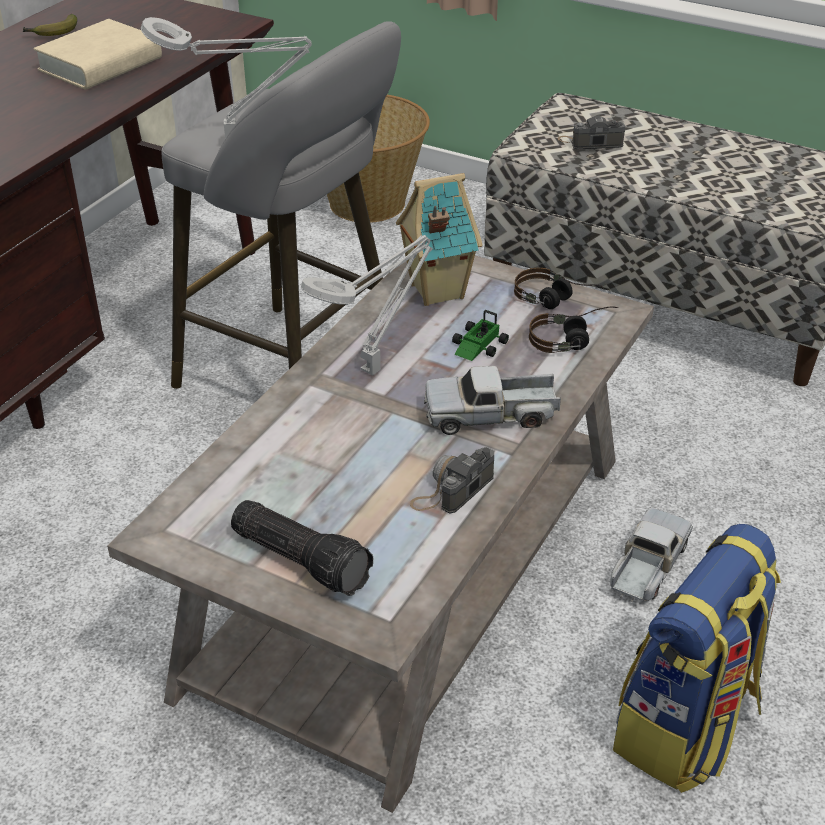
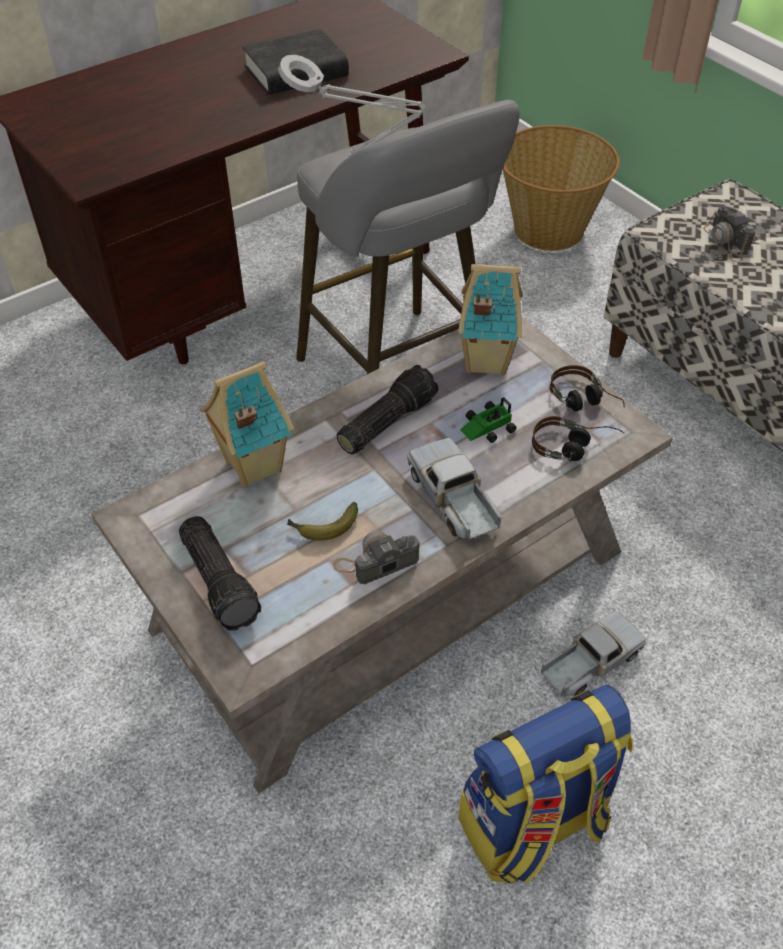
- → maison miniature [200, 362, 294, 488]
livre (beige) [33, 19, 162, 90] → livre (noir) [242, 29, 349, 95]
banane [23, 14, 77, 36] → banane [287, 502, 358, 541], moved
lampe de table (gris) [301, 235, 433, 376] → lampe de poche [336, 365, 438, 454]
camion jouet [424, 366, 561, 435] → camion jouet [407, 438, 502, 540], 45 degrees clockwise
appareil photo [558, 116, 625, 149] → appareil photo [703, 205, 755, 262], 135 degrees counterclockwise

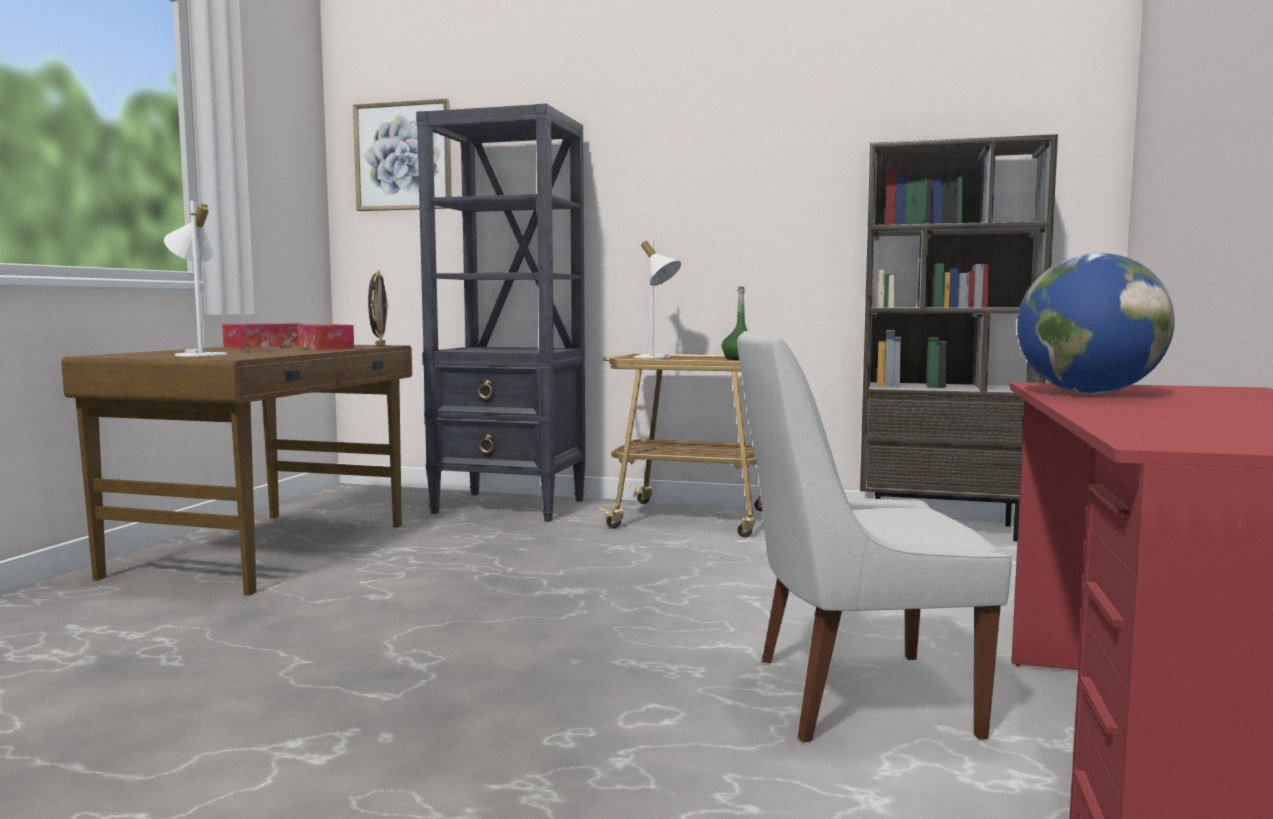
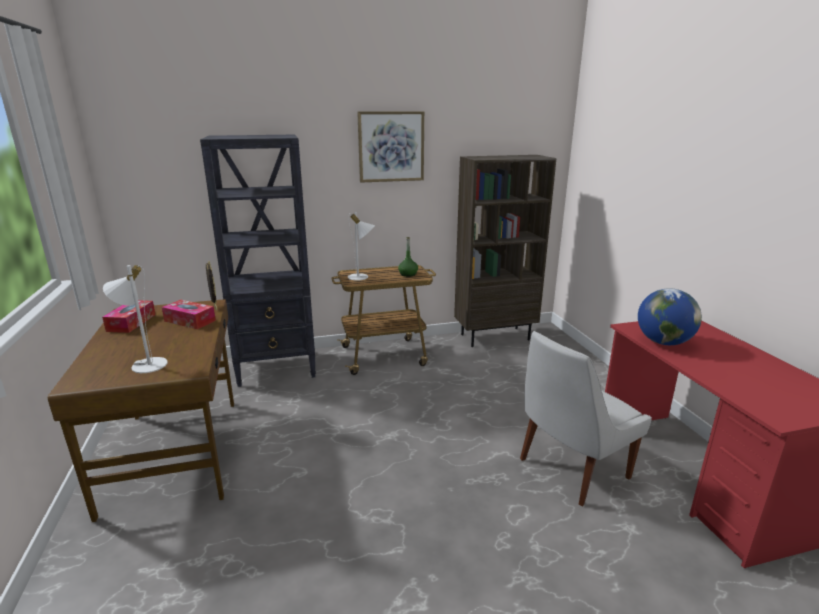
tableau [353, 99, 452, 211] → tableau [357, 111, 424, 183], moved

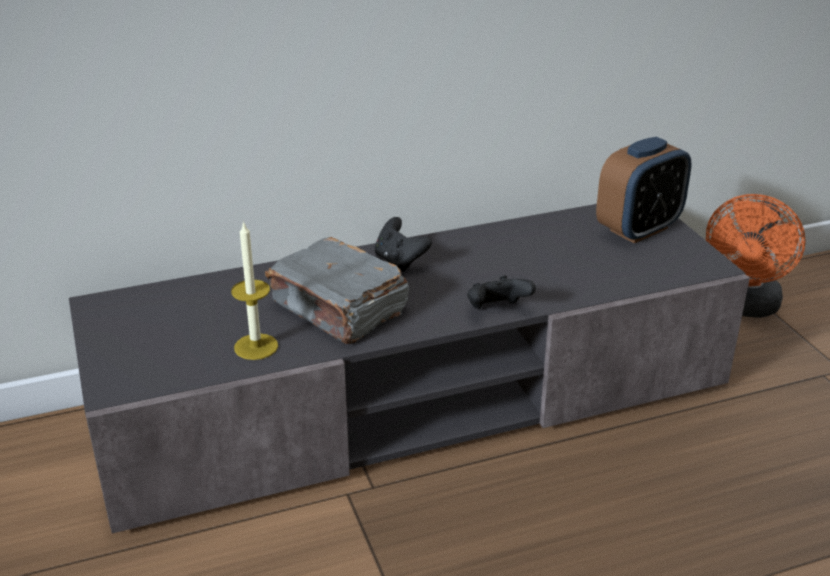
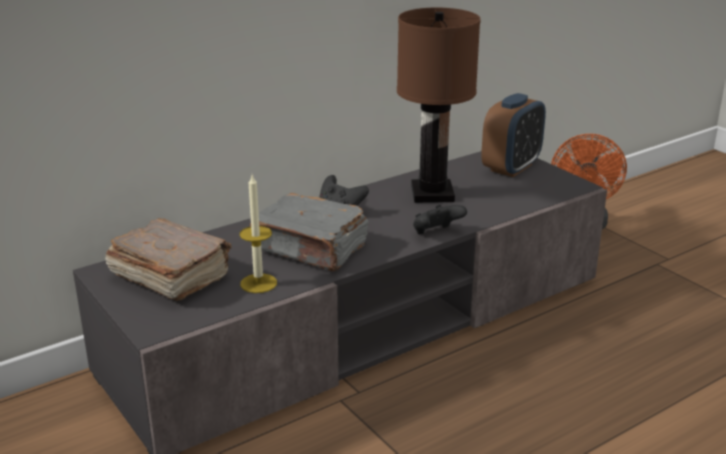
- → livre (marron) [105, 218, 232, 301]
- → lampe de table (marron) [397, 8, 481, 203]

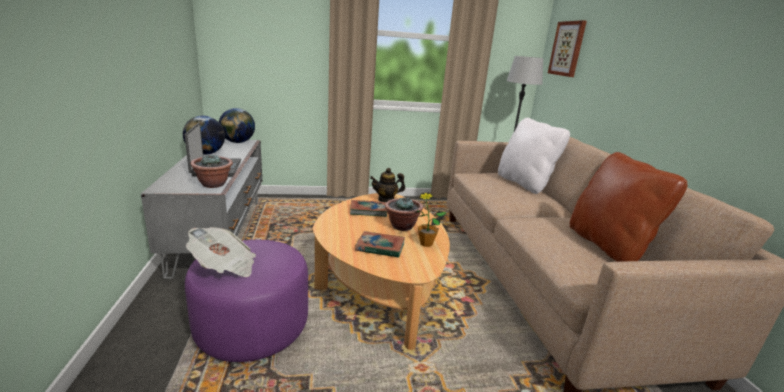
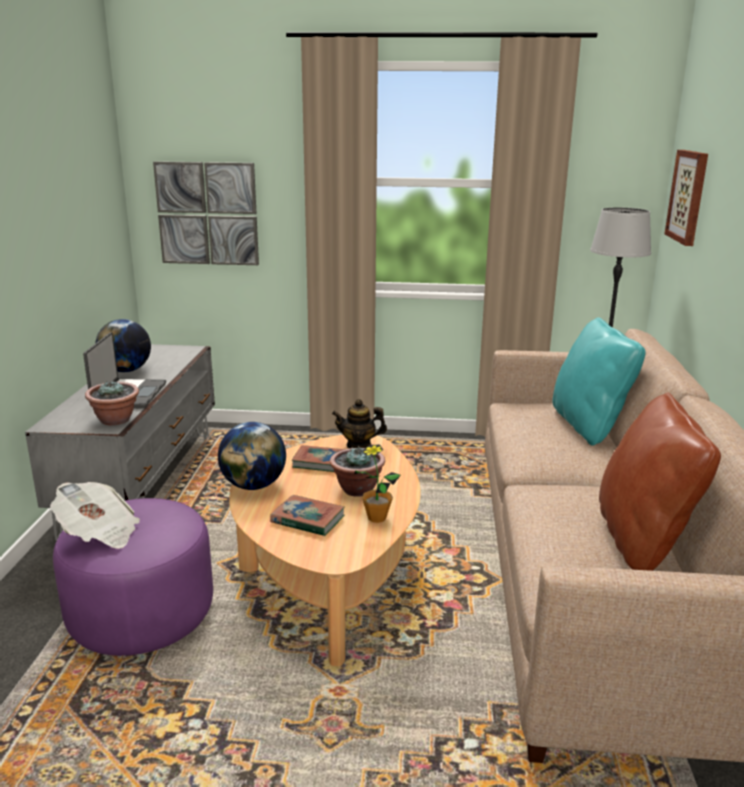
- → tableau [153, 161, 259, 265]
globe [219, 108, 255, 143] → globe [218, 422, 286, 490], moved
coussin (blanc) [498, 118, 570, 194] → coussin (turquoise) [552, 317, 646, 446]

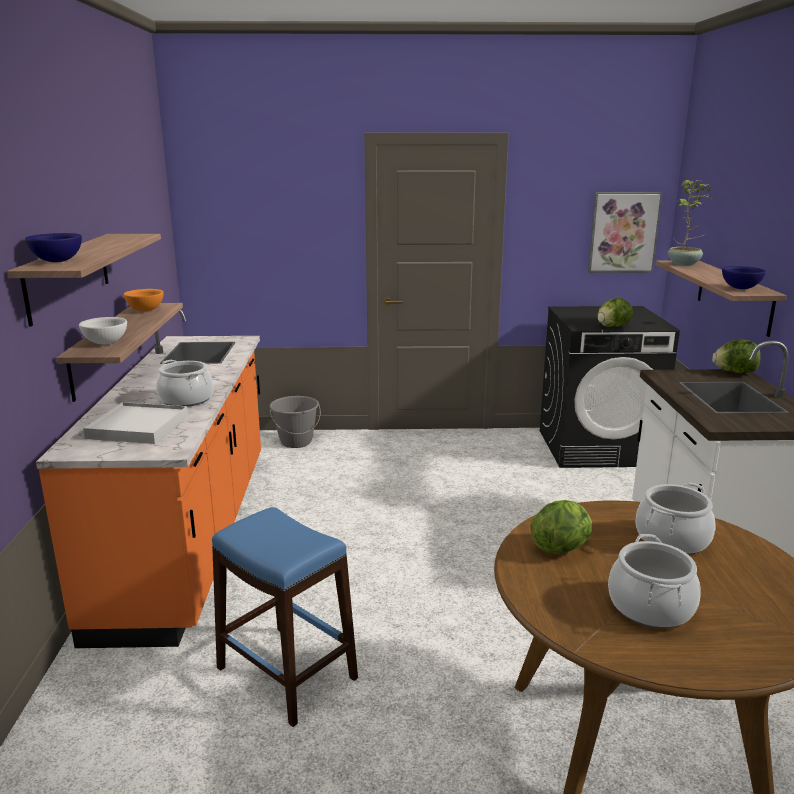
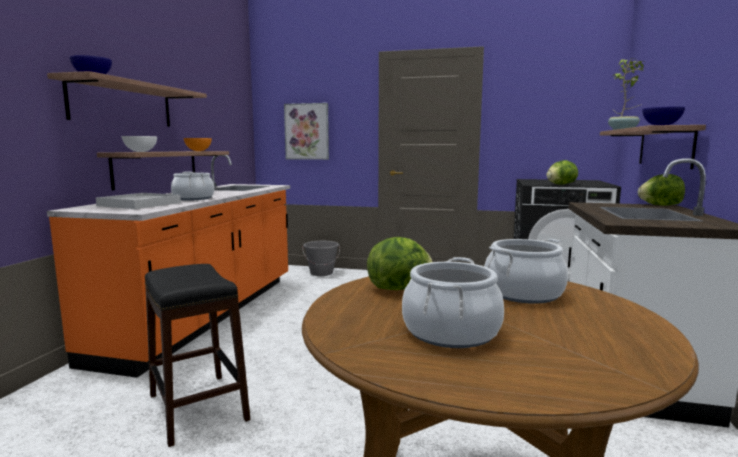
tabouret (bleu) [212, 507, 358, 727] → tabouret (noir) [145, 264, 251, 447]
tableau [588, 192, 662, 273] → tableau [284, 103, 329, 160], moved

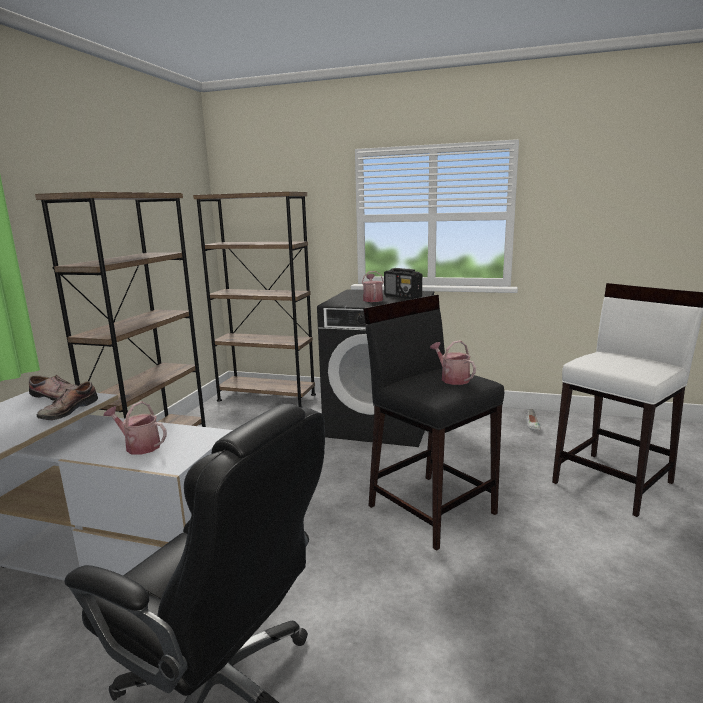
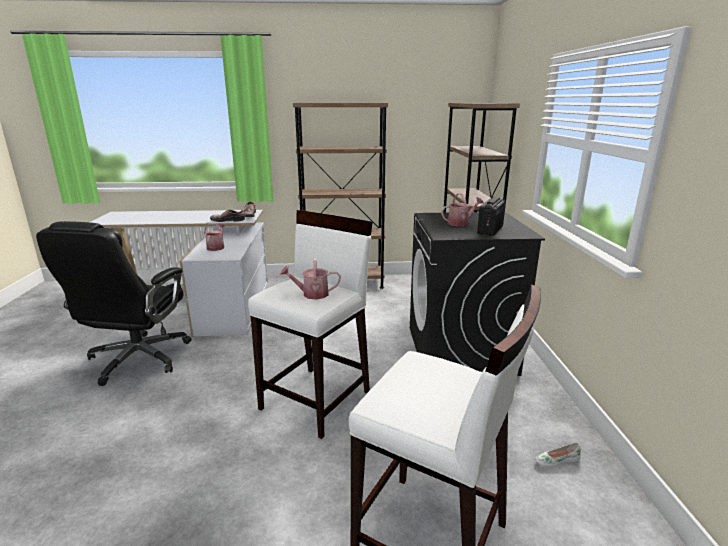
tabouret (noir) [363, 295, 504, 551] → tabouret (blanc) [248, 210, 373, 439]
arrosoir [430, 340, 476, 385] → arrosoir [280, 258, 341, 299], 135 degrees counterclockwise

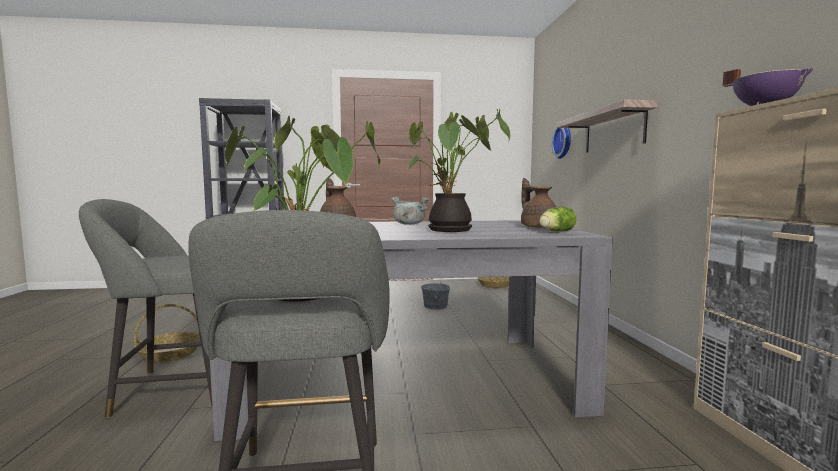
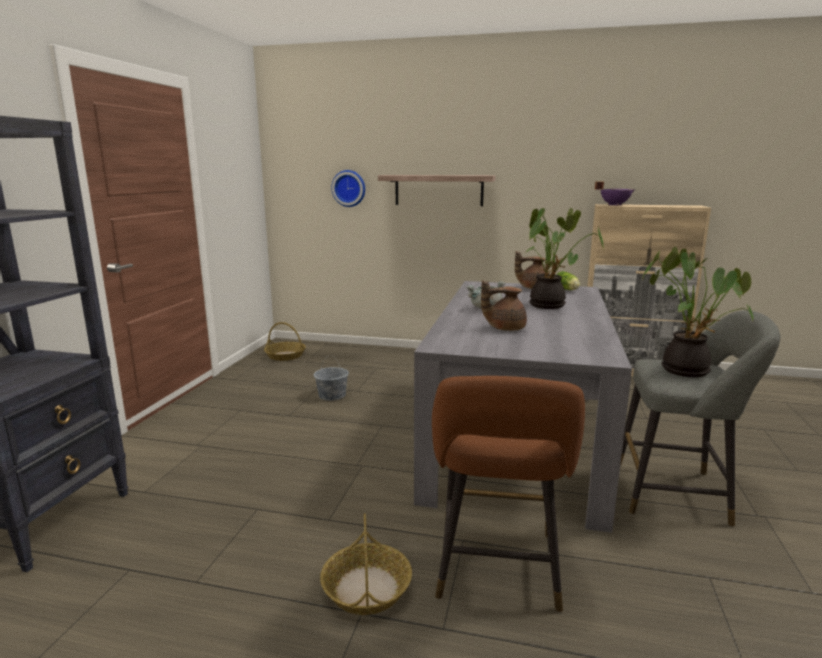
tabouret (gris) [79, 199, 212, 418] → tabouret (marron) [432, 376, 585, 613]

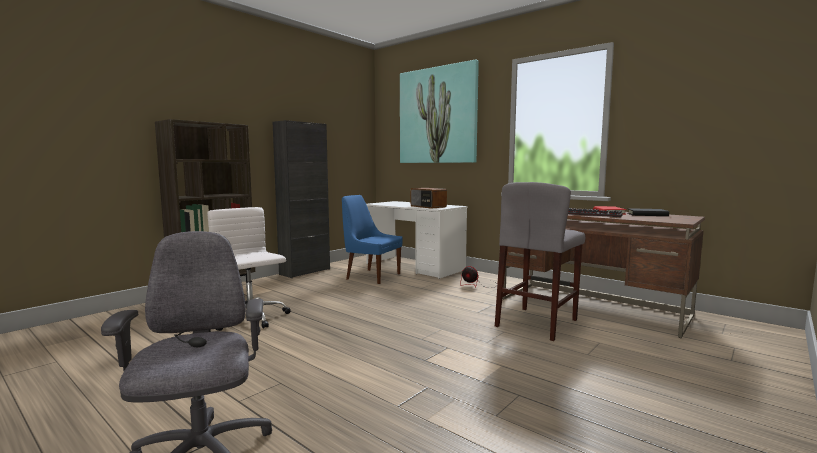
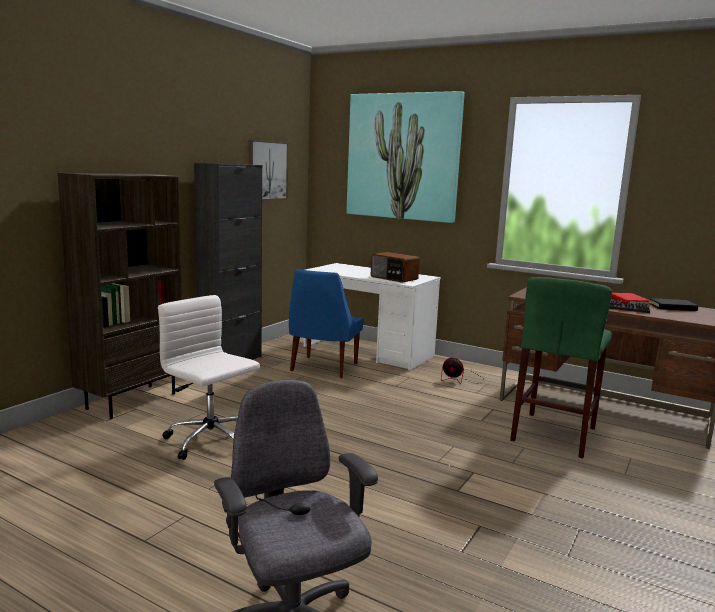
- → tableau [249, 140, 289, 200]
chaise (bleu) [342, 195, 403, 284] → chaise (bleu) [289, 269, 364, 378], 90 degrees counterclockwise
tabouret (gris) [495, 182, 585, 341] → tabouret (vert) [510, 277, 612, 458]

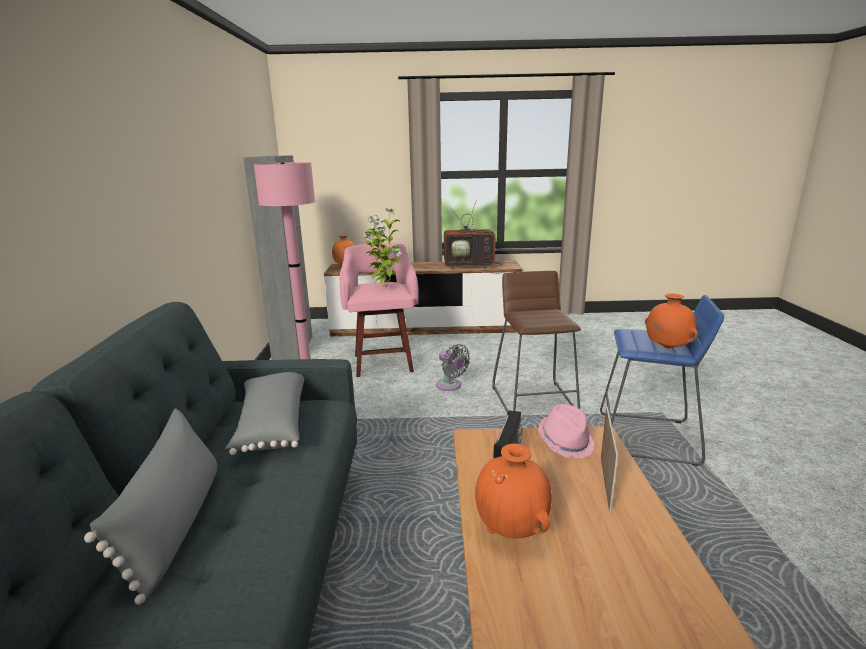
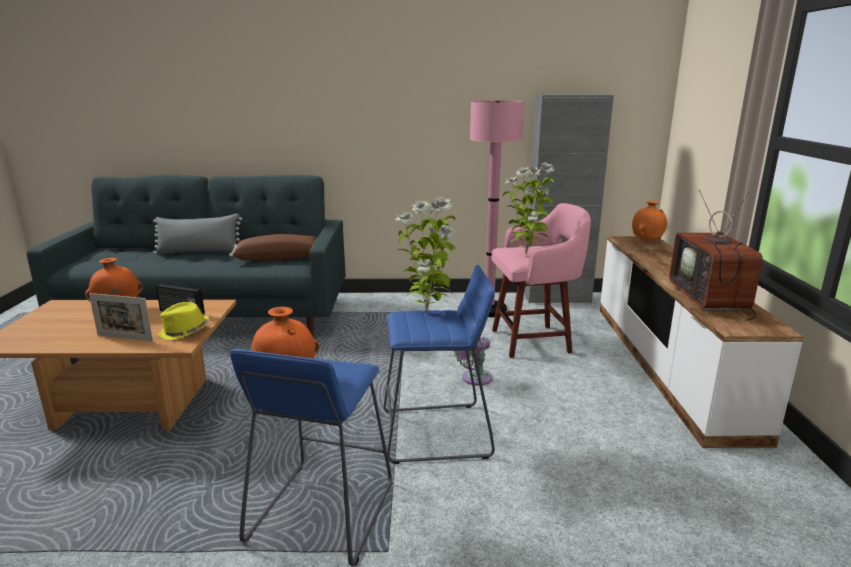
chapeau (rose) [539, 404, 595, 458] → chapeau (jaune) [158, 302, 209, 340]
coussin (gris) [225, 372, 305, 455] → coussin (marron) [229, 234, 318, 261]
tabouret (marron) [492, 271, 581, 413] → tabouret (bleu) [384, 265, 495, 464]
- → plante en pot [395, 197, 456, 312]

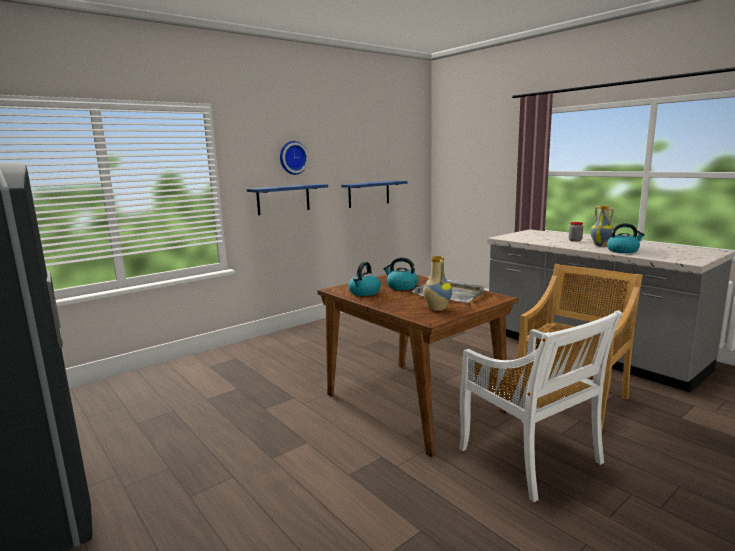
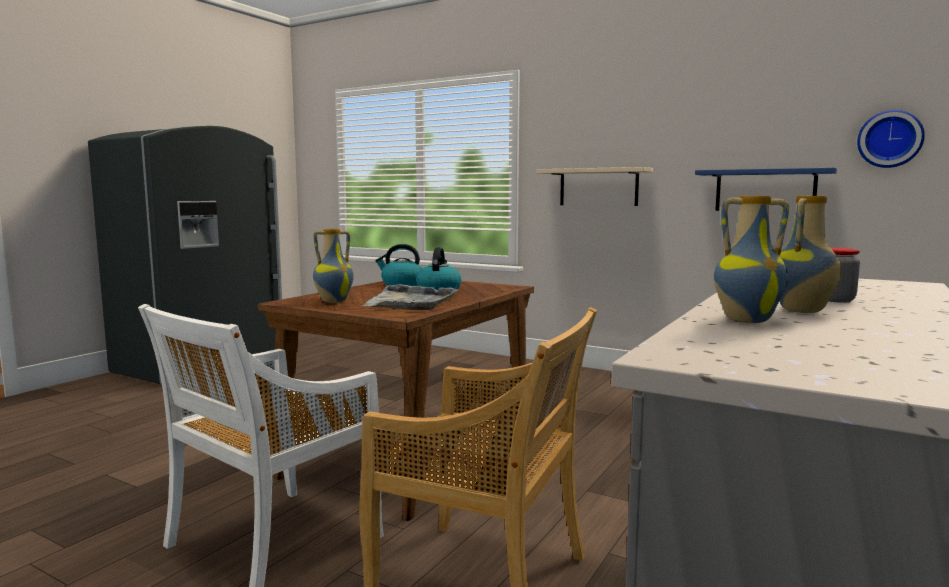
étagère (bleu) [247, 184, 328, 215] → étagère (beige) [537, 167, 653, 206]
bouilloire [607, 223, 645, 253] → vase [714, 196, 789, 323]
horloge murale [280, 141, 309, 175] → horloge murale [857, 110, 925, 168], moved

